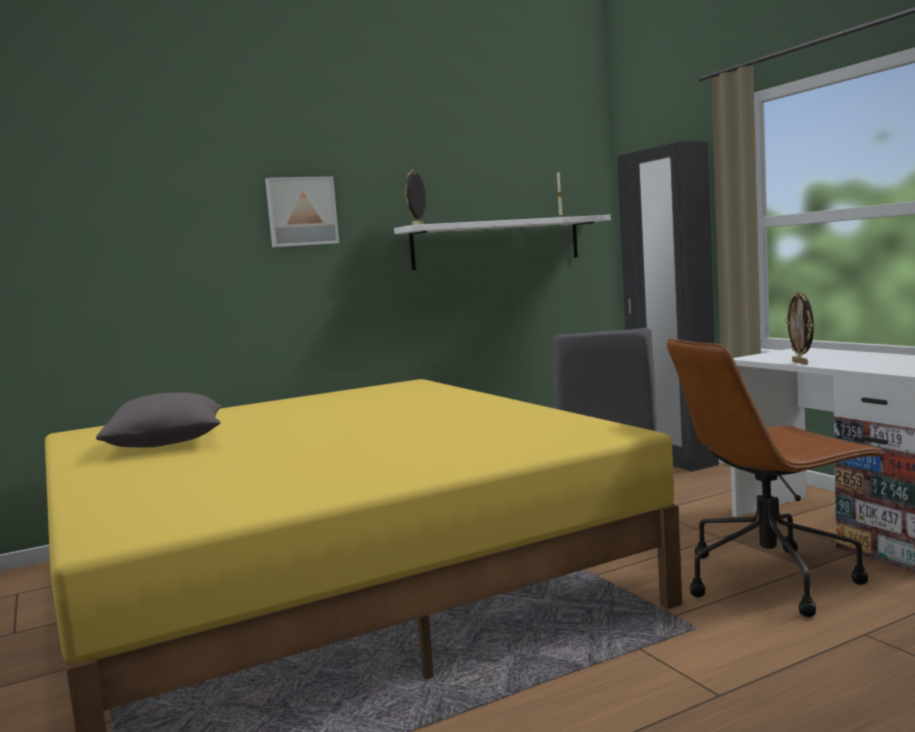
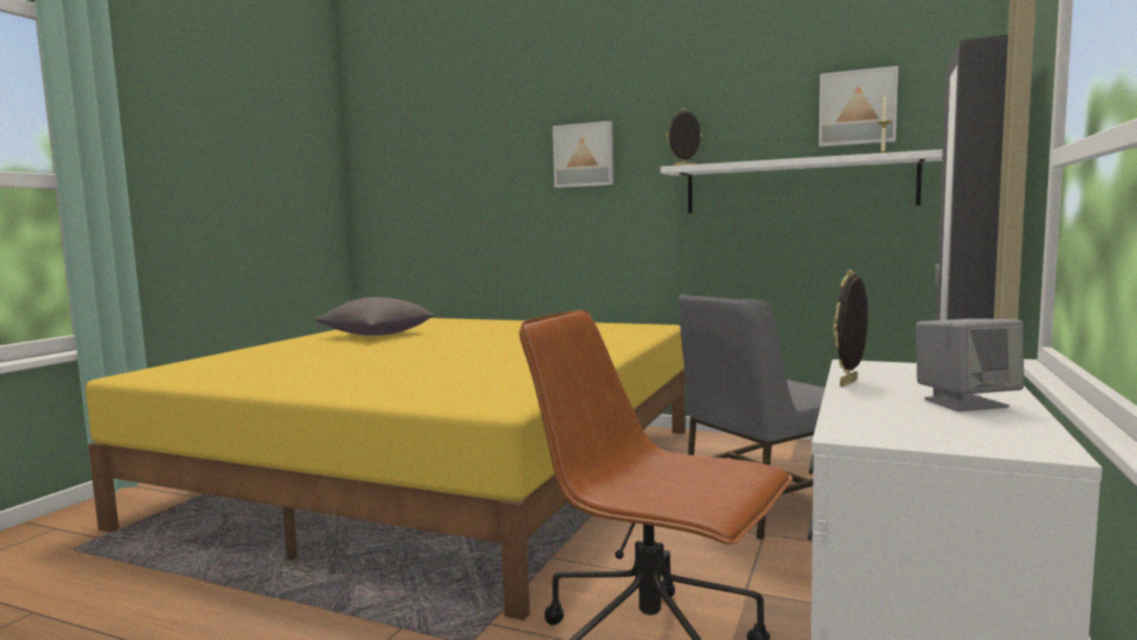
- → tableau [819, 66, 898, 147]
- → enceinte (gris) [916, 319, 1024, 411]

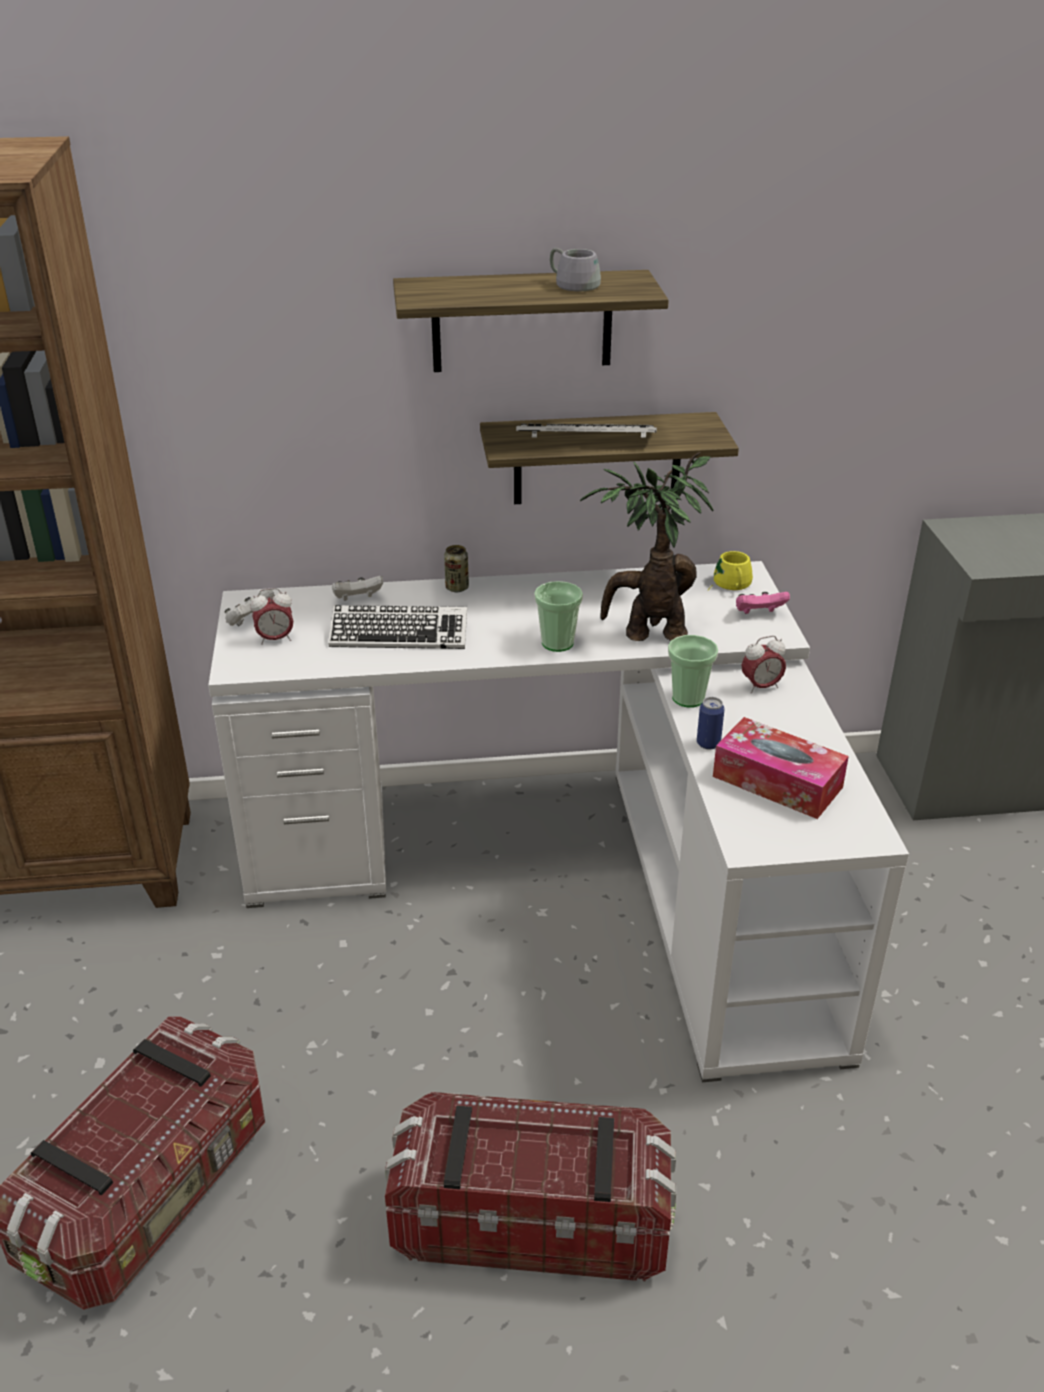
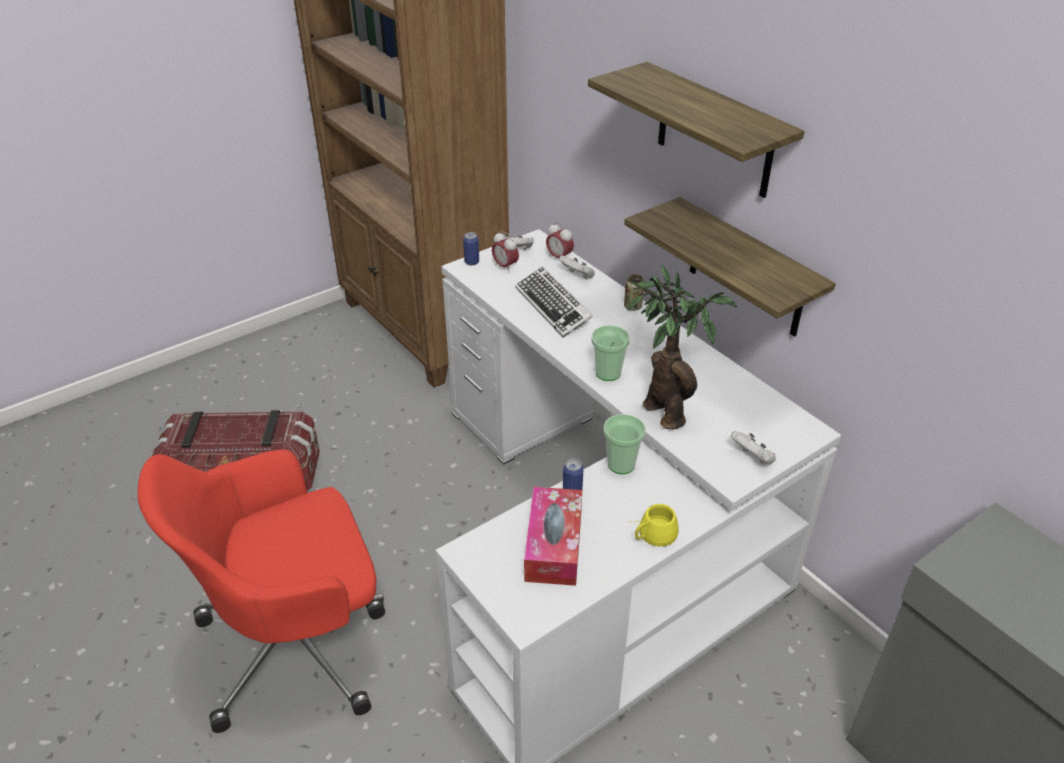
boîte de rangement [385, 1092, 676, 1282] → chaise de bureau (rouge) [137, 450, 385, 733]
- → boîte métallique [463, 232, 479, 266]
réveil [742, 635, 786, 693] → réveil [546, 222, 574, 258], moved
mug (jaune) [708, 551, 753, 590] → mug (jaune) [628, 504, 679, 547], moved
manette (rose) [736, 592, 790, 614] → manette (blanc) [731, 431, 776, 464]
clavier [516, 424, 657, 438] → -
mug (gris) [550, 248, 601, 291] → -

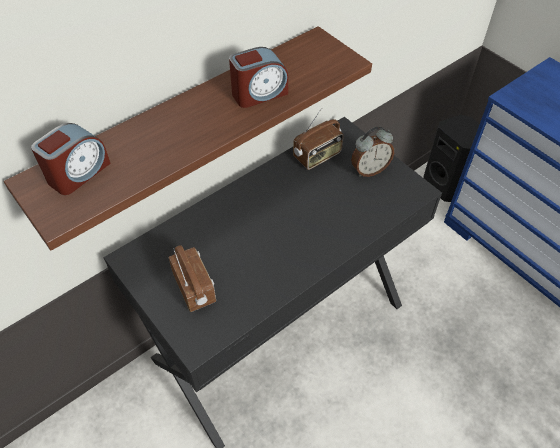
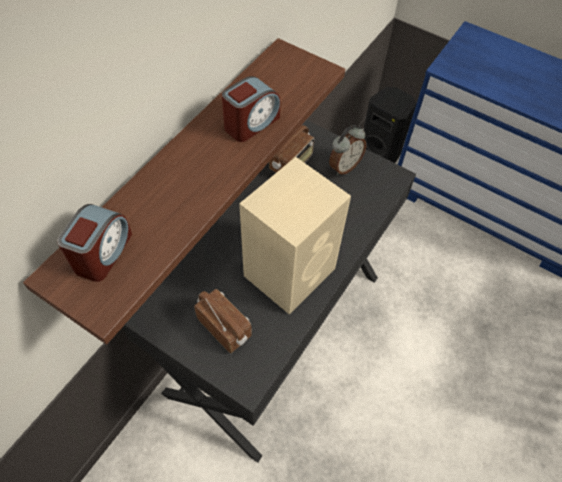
- → enceinte (beige) [239, 157, 351, 315]

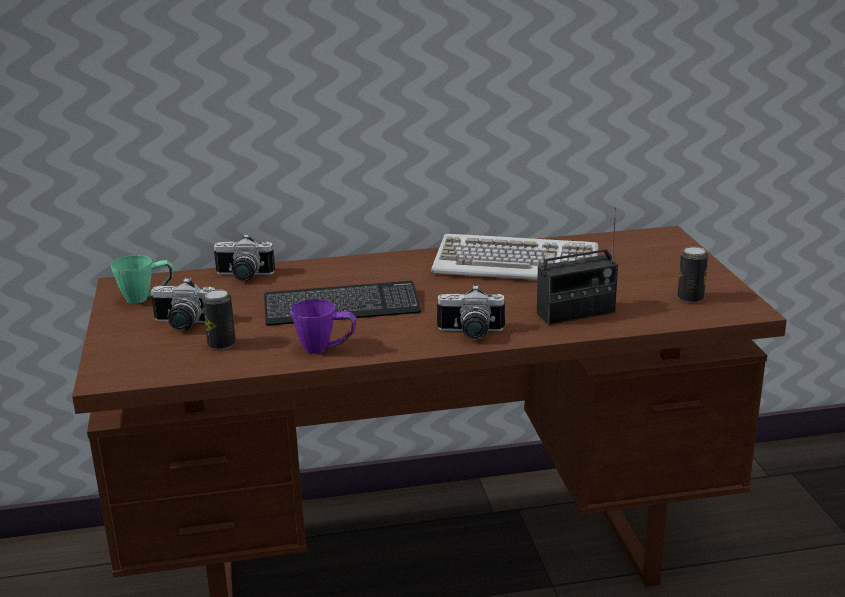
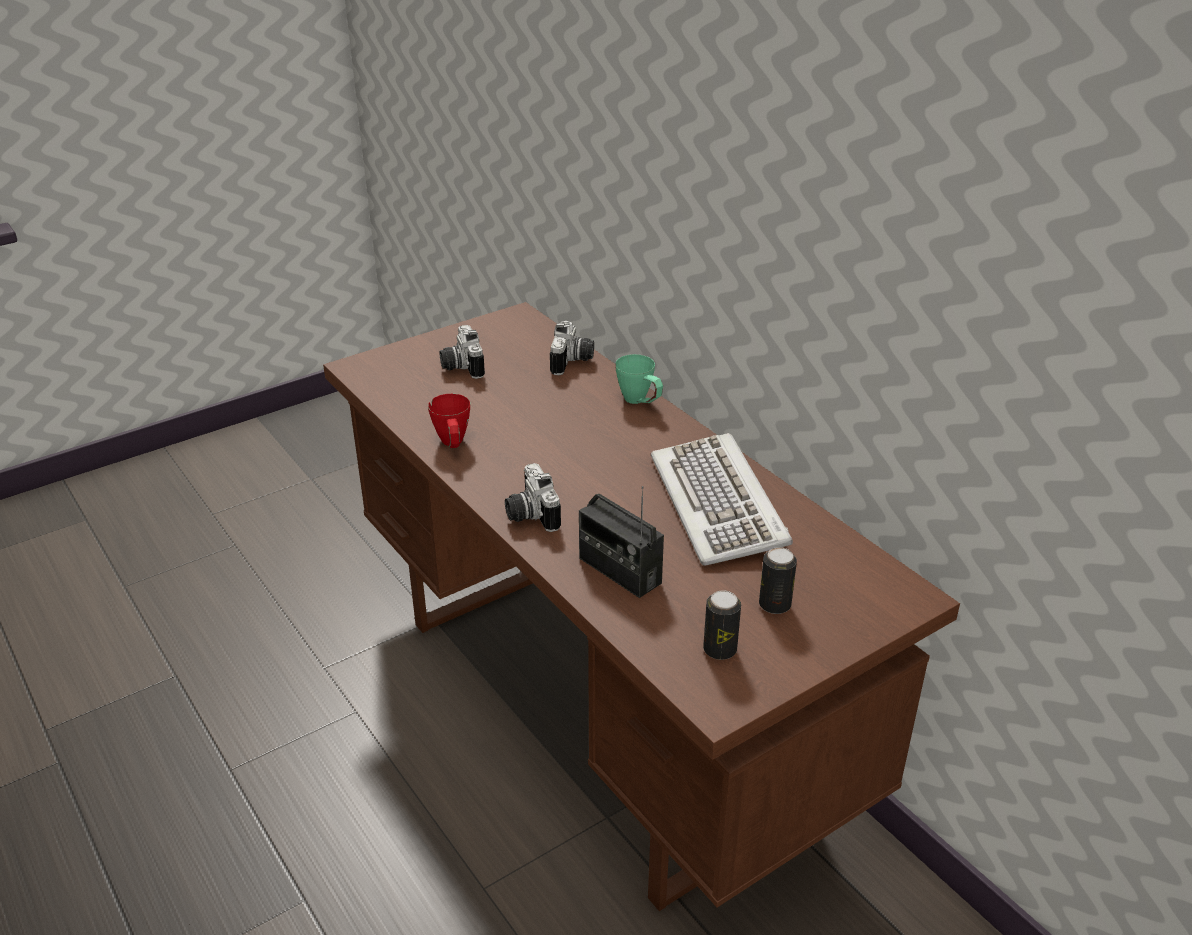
mug (violet) [290, 299, 356, 354] → mug (rouge) [428, 394, 470, 448]
appareil photo [214, 234, 275, 281] → appareil photo [550, 321, 594, 375], 150 degrees counterclockwise
mug (vert) [111, 255, 173, 304] → mug (vert) [615, 354, 663, 404], moved
boîte métallique [202, 289, 236, 350] → boîte métallique [759, 547, 797, 614], moved
clavier [264, 281, 421, 326] → -

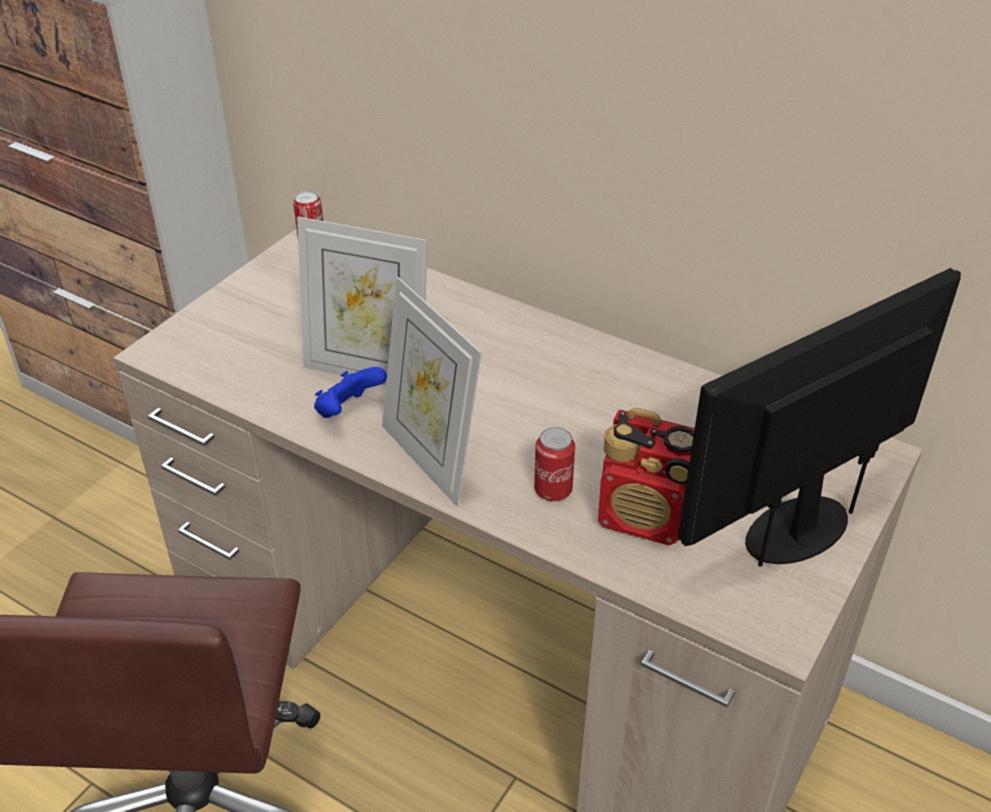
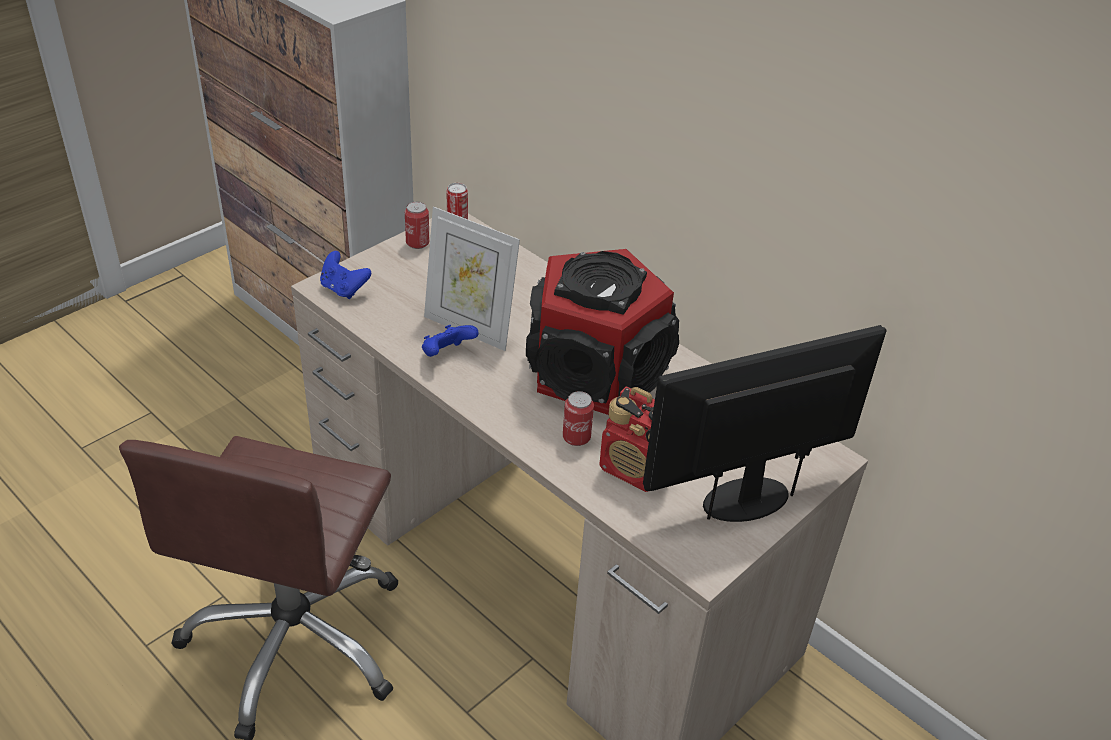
- → manette (bleu) [320, 251, 371, 299]
- → boîte métallique [405, 202, 429, 249]
- → enceinte [526, 249, 679, 415]
cadre photo [382, 277, 482, 507] → -

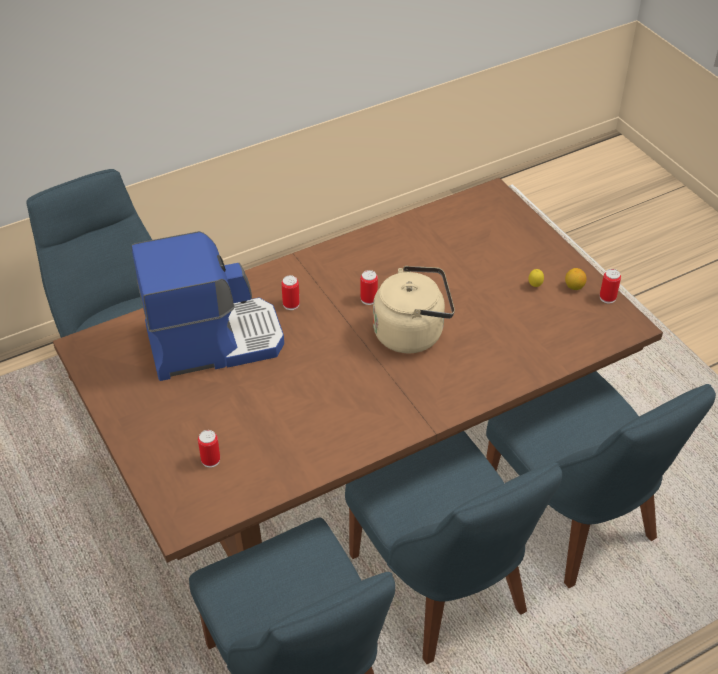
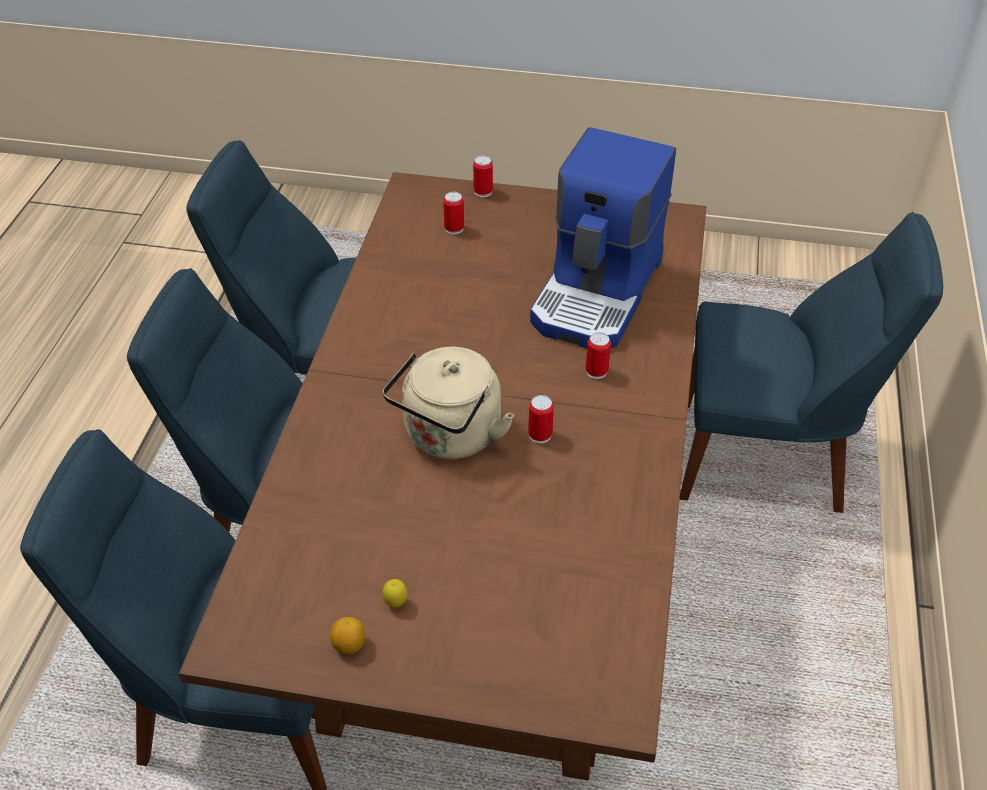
boîte métallique [600, 269, 621, 304] → boîte métallique [473, 156, 493, 197], moved

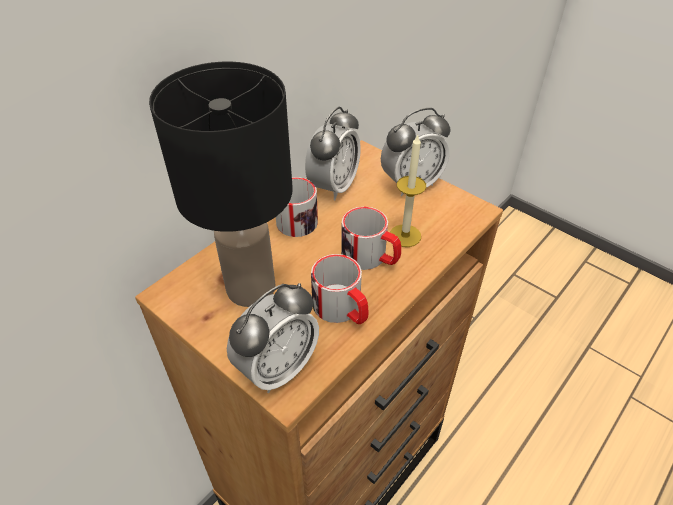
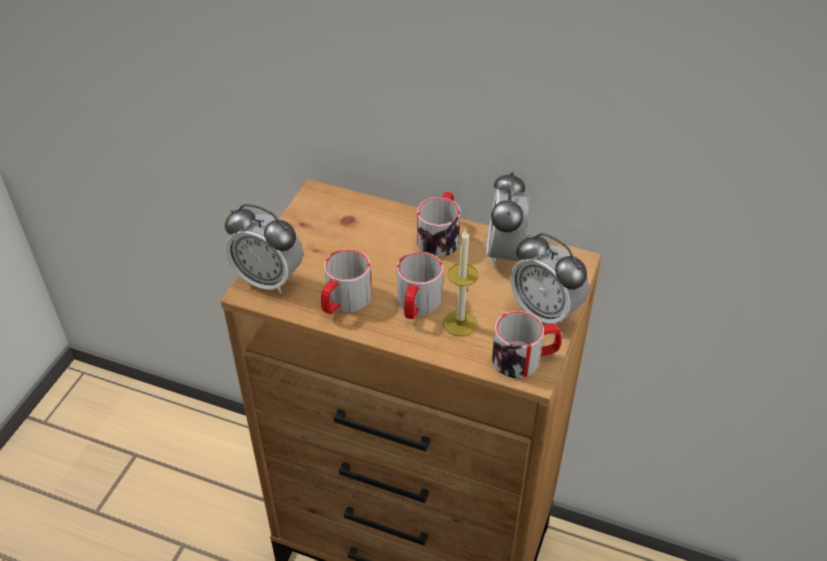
réveil [305, 107, 361, 200] → réveil [486, 171, 530, 266], 90 degrees clockwise
- → mug [492, 311, 561, 378]
lampe de table (noir) [149, 62, 293, 307] → -

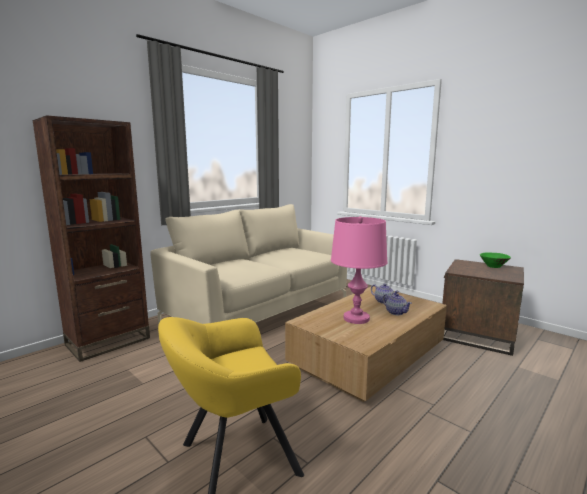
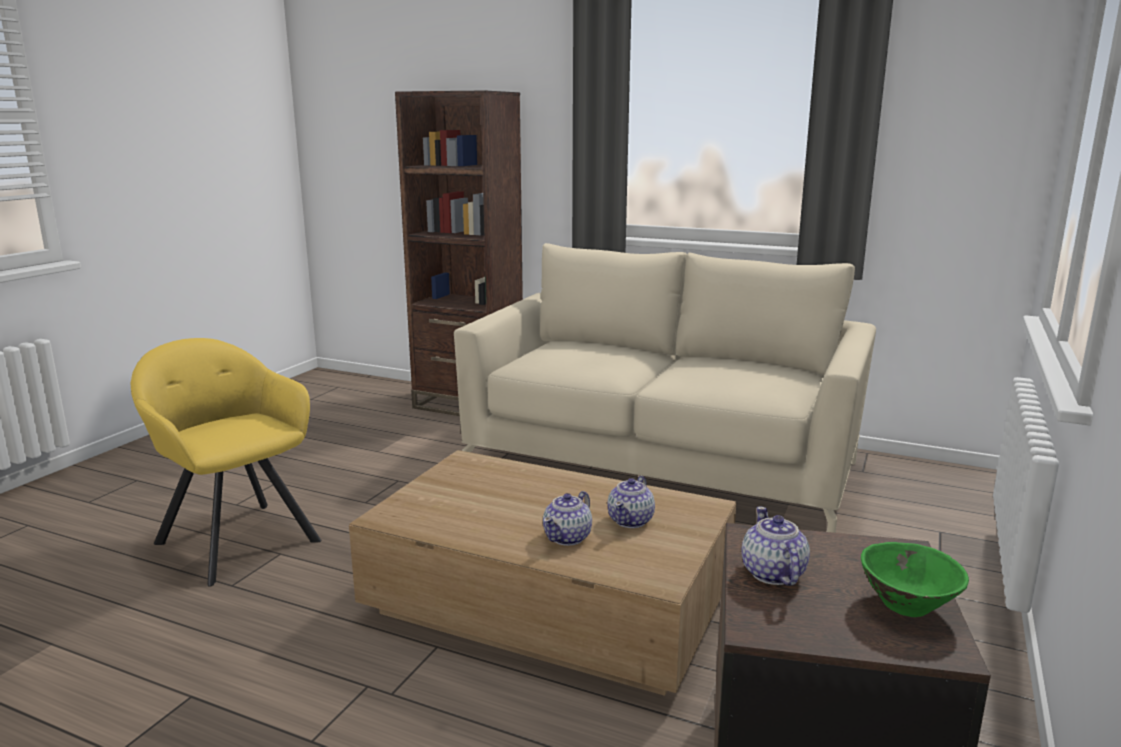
- → théière [741, 507, 810, 586]
lampe de table (rose) [331, 216, 387, 324] → -

